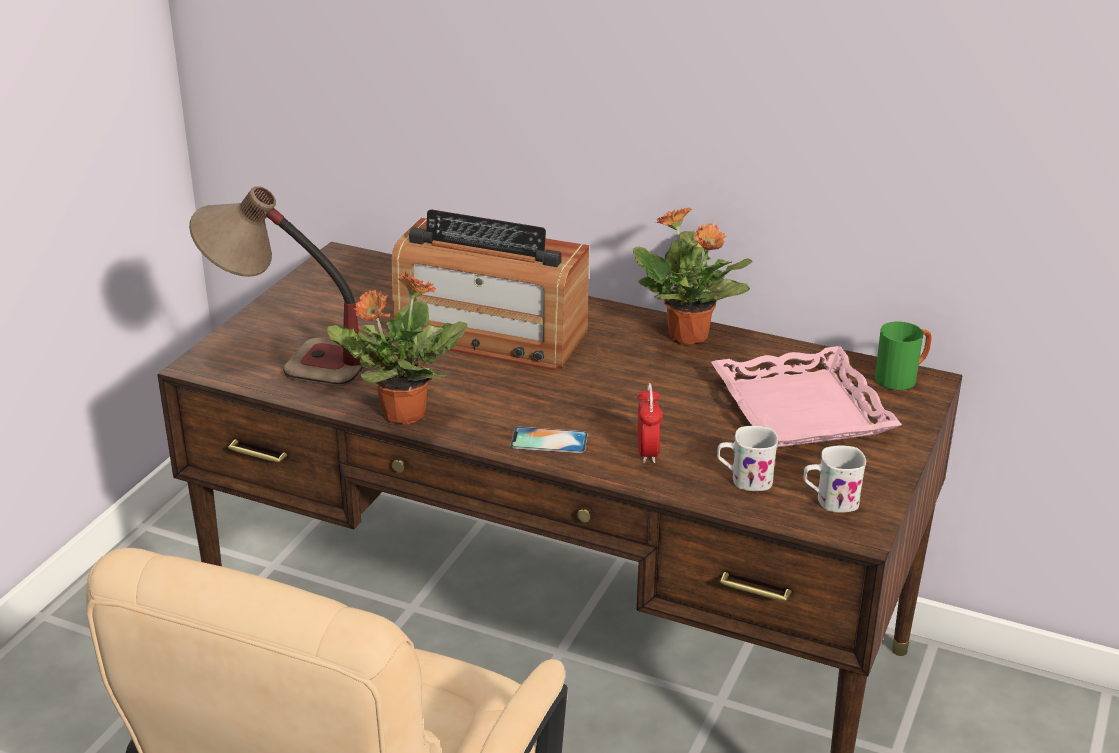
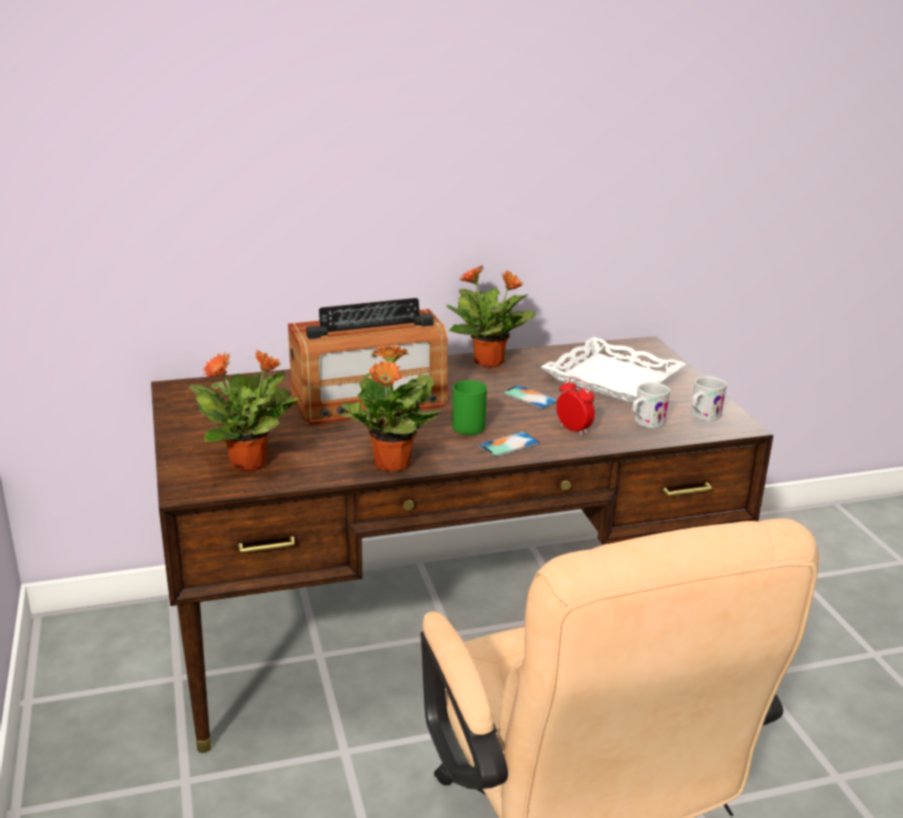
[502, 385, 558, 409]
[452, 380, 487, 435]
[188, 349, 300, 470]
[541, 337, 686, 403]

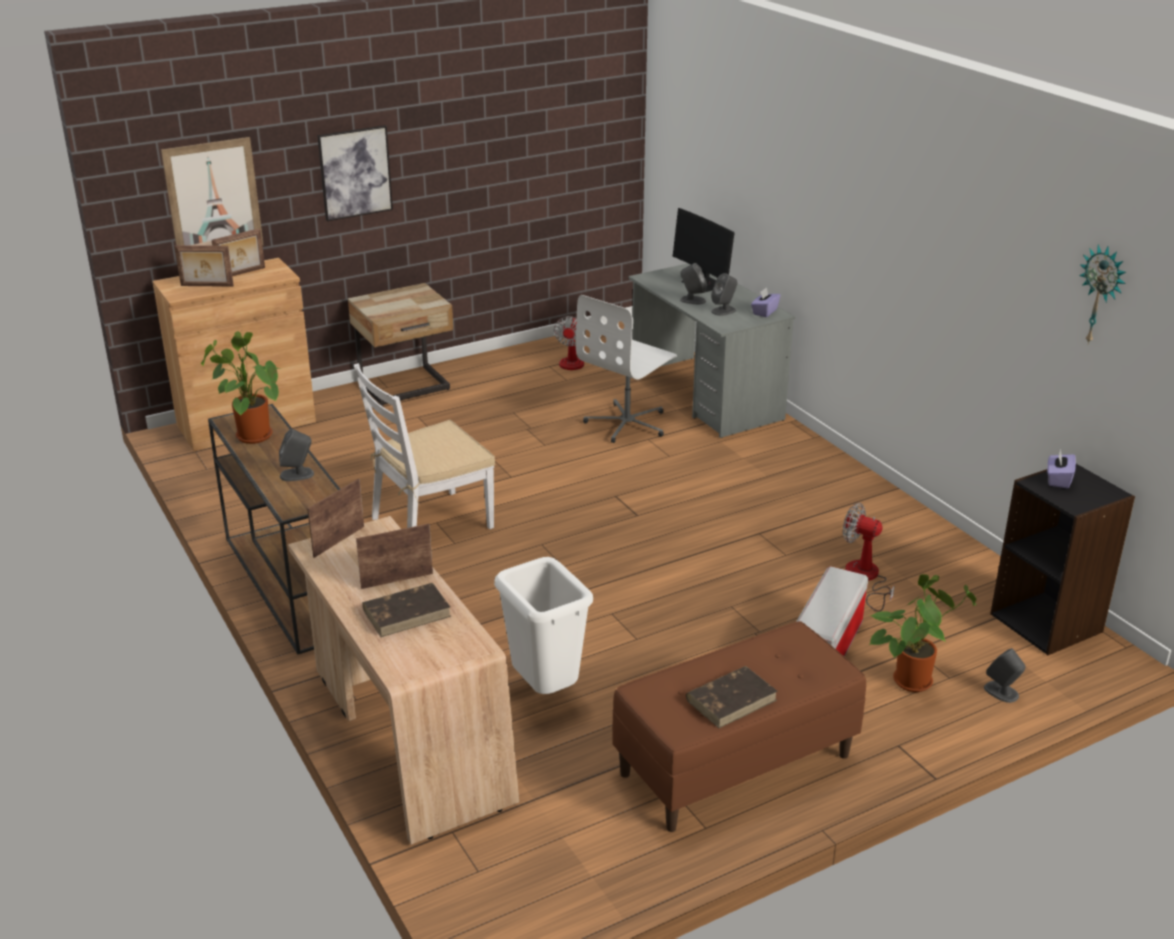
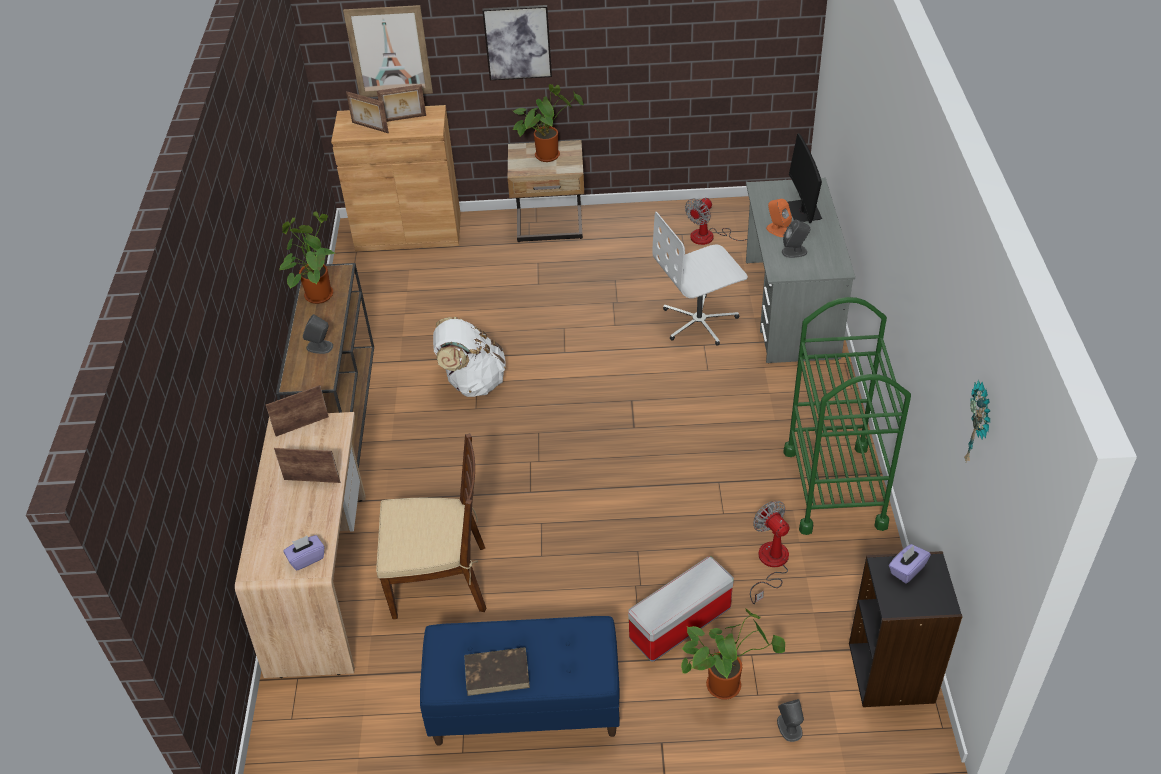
[362, 583, 451, 637] (first image)
[513, 84, 584, 162]
[783, 297, 911, 535]
[283, 535, 324, 570]
[433, 317, 505, 397]
[376, 434, 486, 619]
[420, 616, 620, 746]
[766, 199, 792, 237]

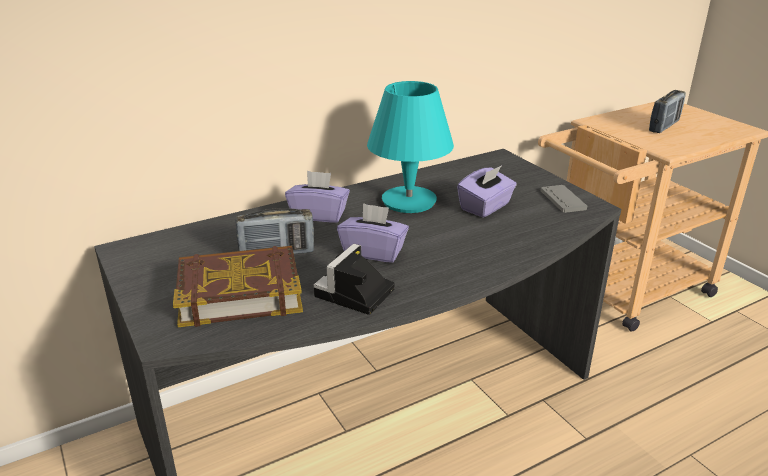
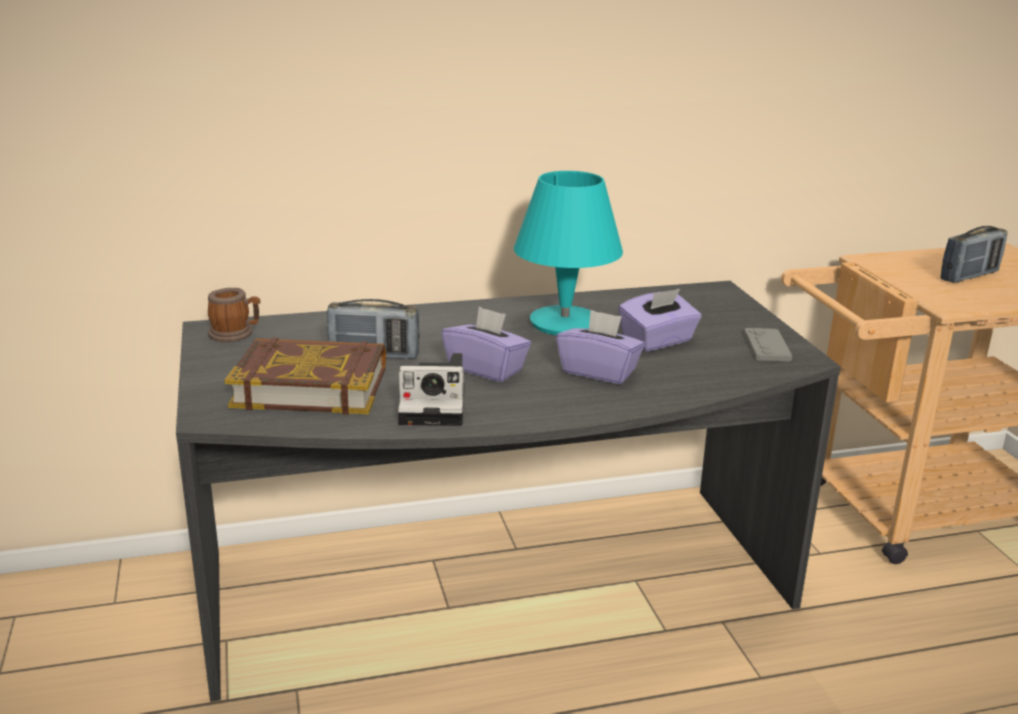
[208, 288, 260, 342]
[556, 310, 645, 384]
[398, 353, 464, 426]

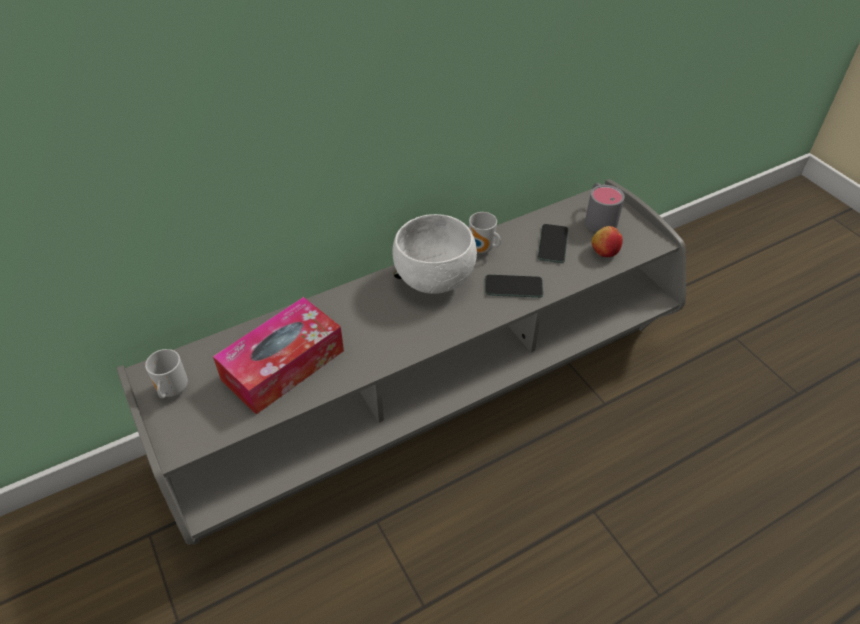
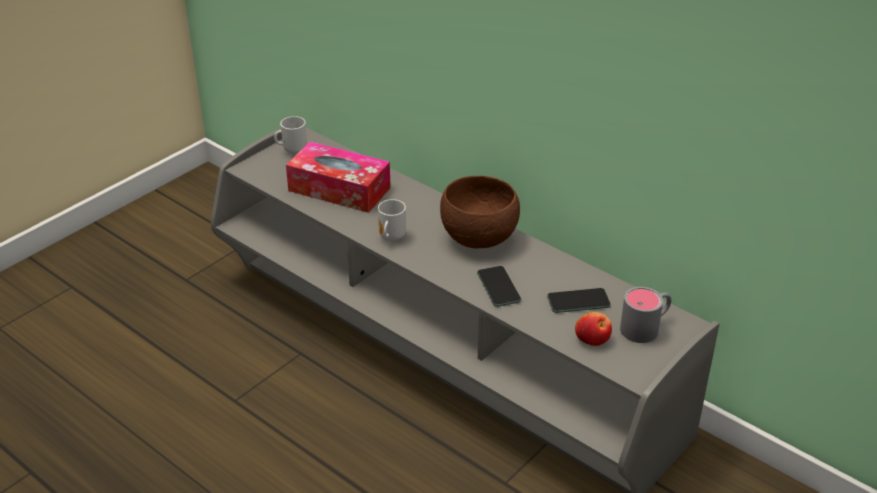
[378, 199, 406, 241]
[440, 176, 520, 249]

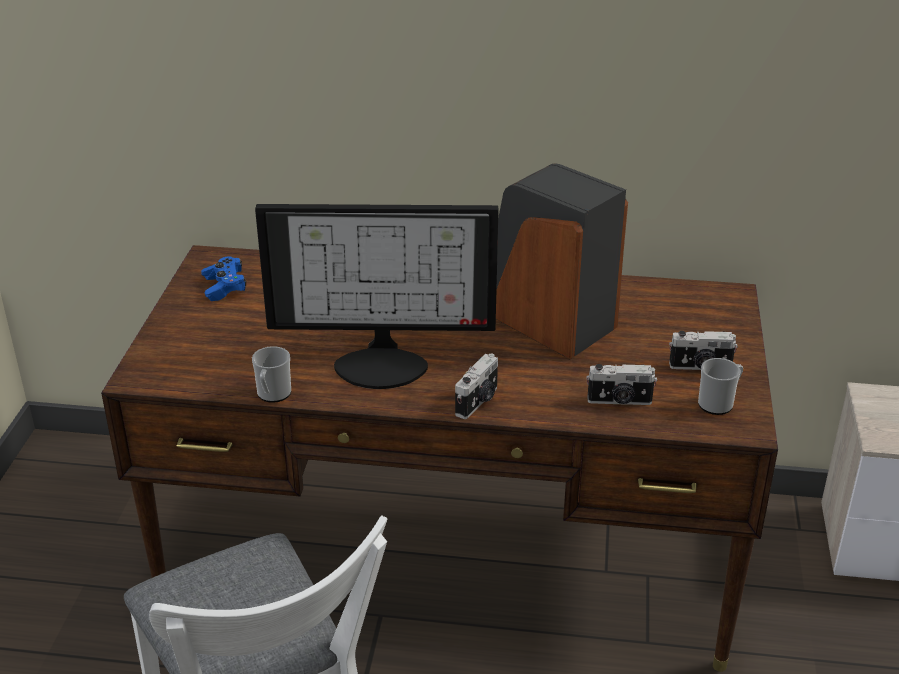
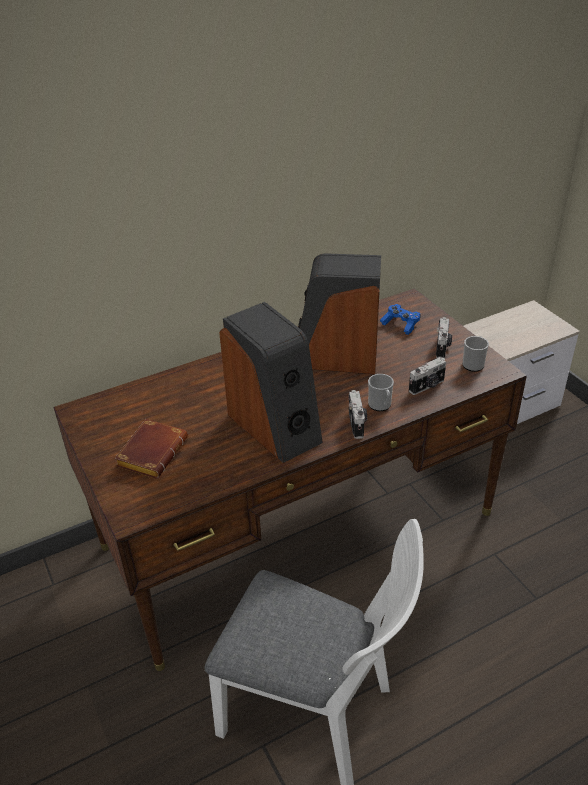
[114, 419, 188, 479]
[380, 304, 421, 335]
[368, 374, 394, 411]
[219, 302, 323, 463]
[436, 317, 452, 359]

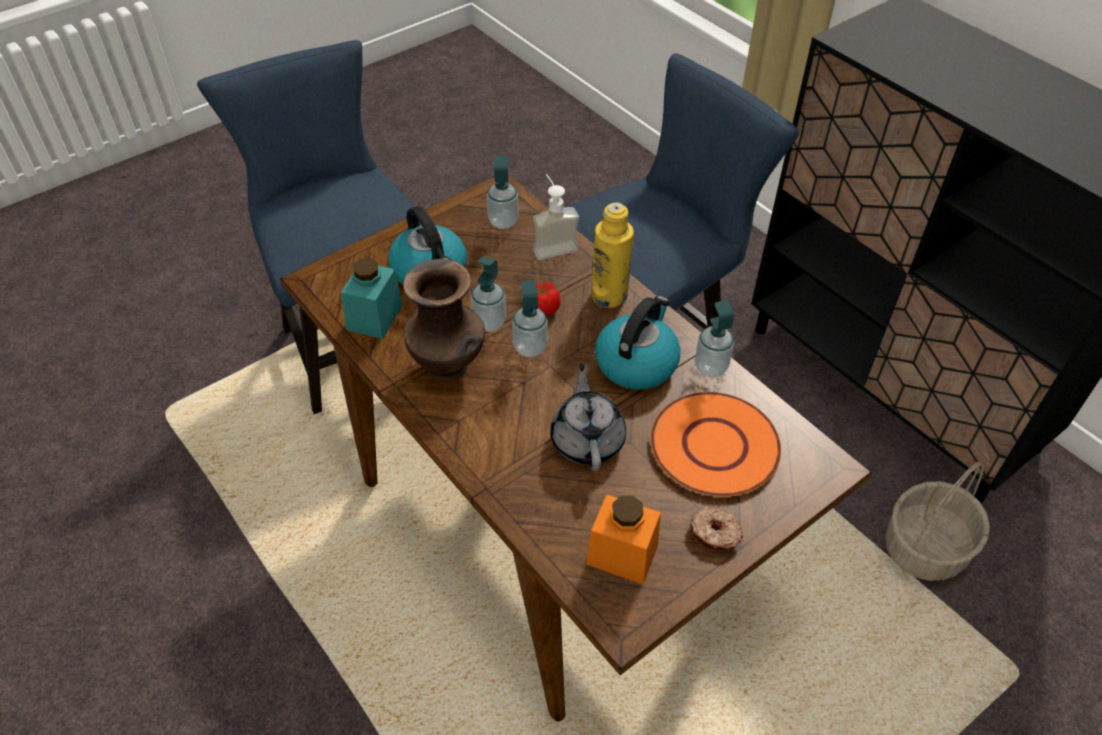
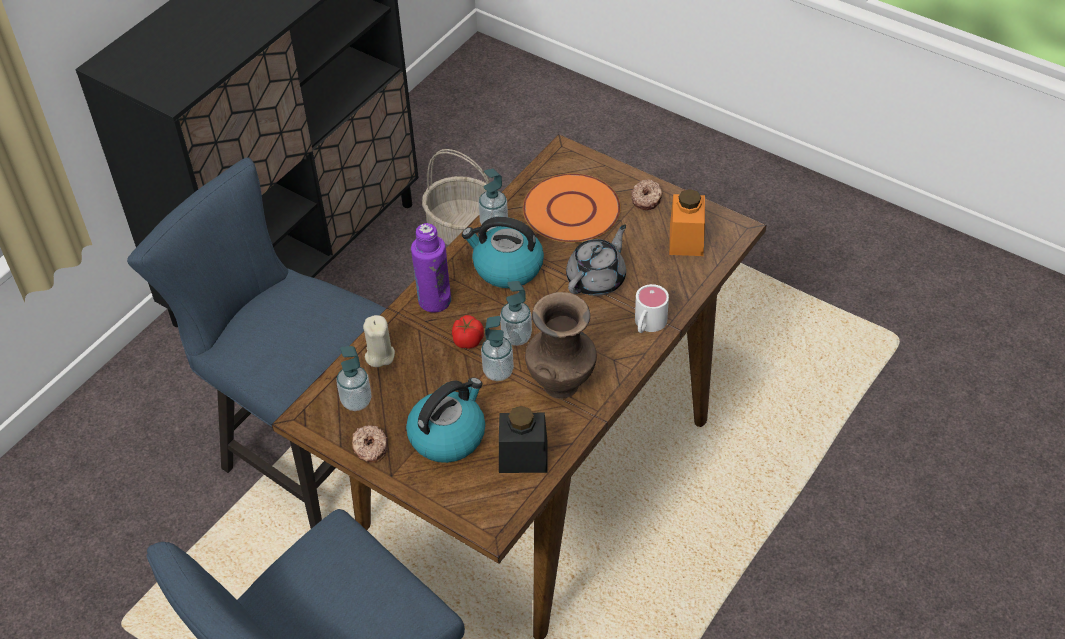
[352, 425, 387, 463]
[635, 284, 669, 333]
[363, 315, 395, 367]
[499, 406, 548, 473]
[411, 223, 451, 312]
[566, 224, 626, 296]

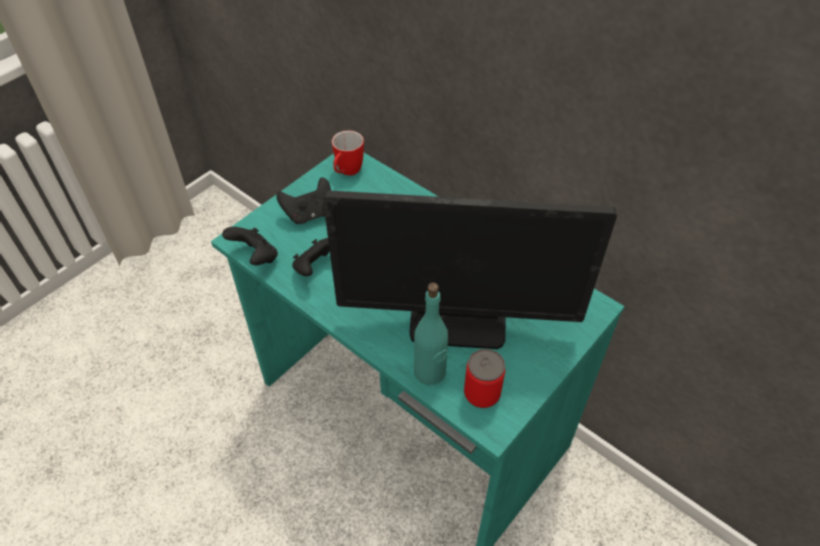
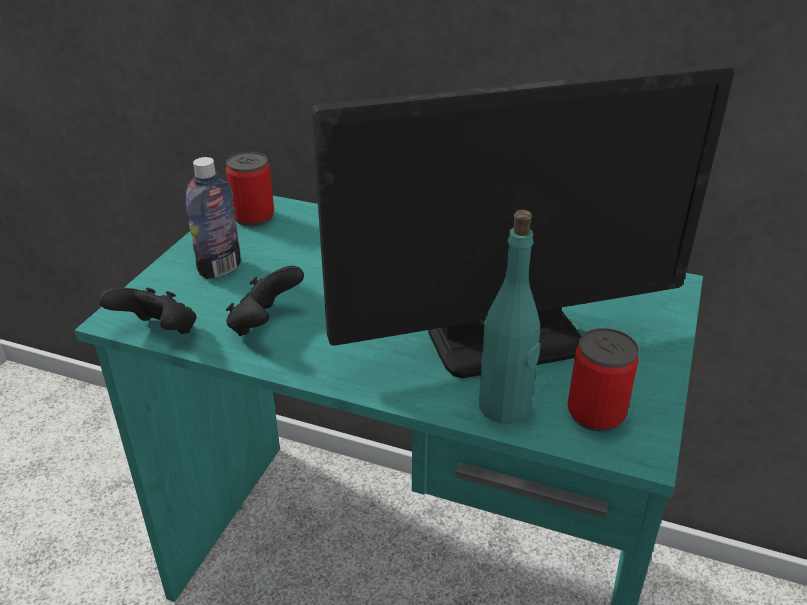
[186, 157, 241, 279]
[226, 152, 274, 226]

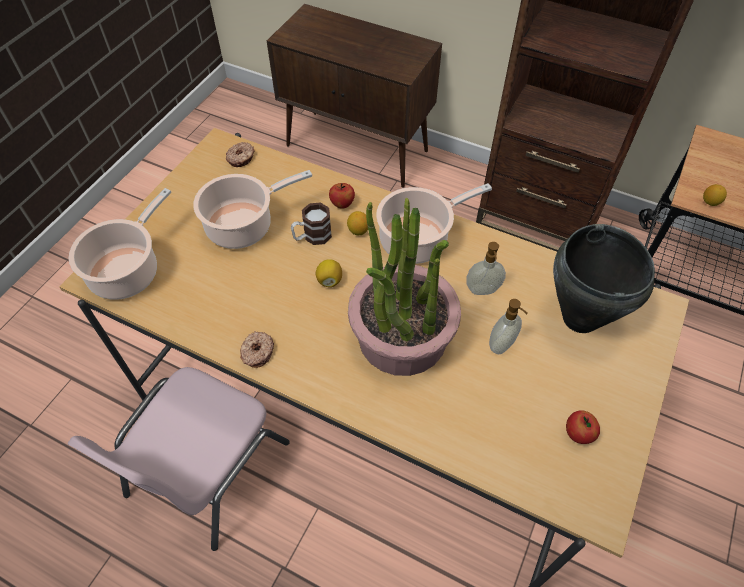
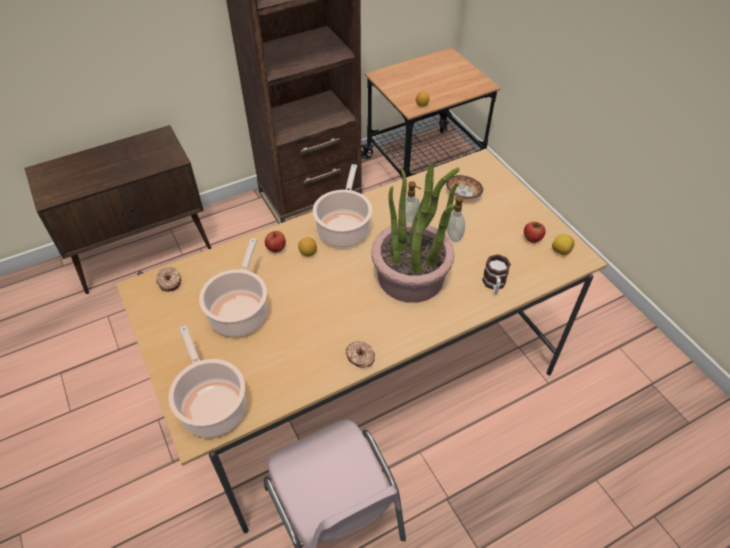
[482, 254, 511, 294]
[552, 234, 575, 255]
[446, 175, 483, 199]

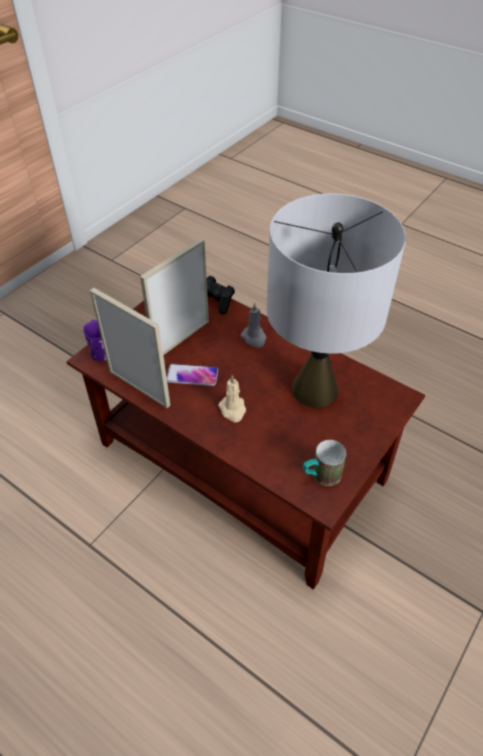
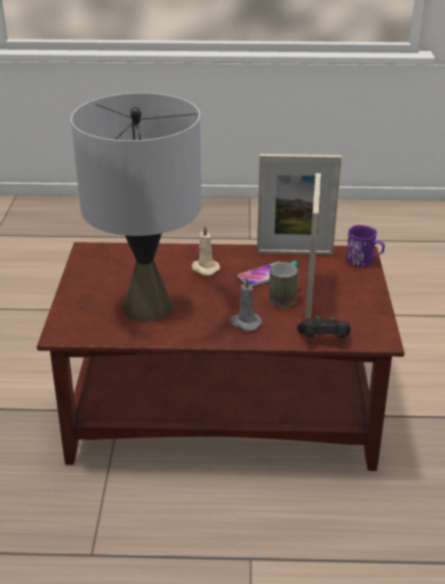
[269, 261, 298, 307]

